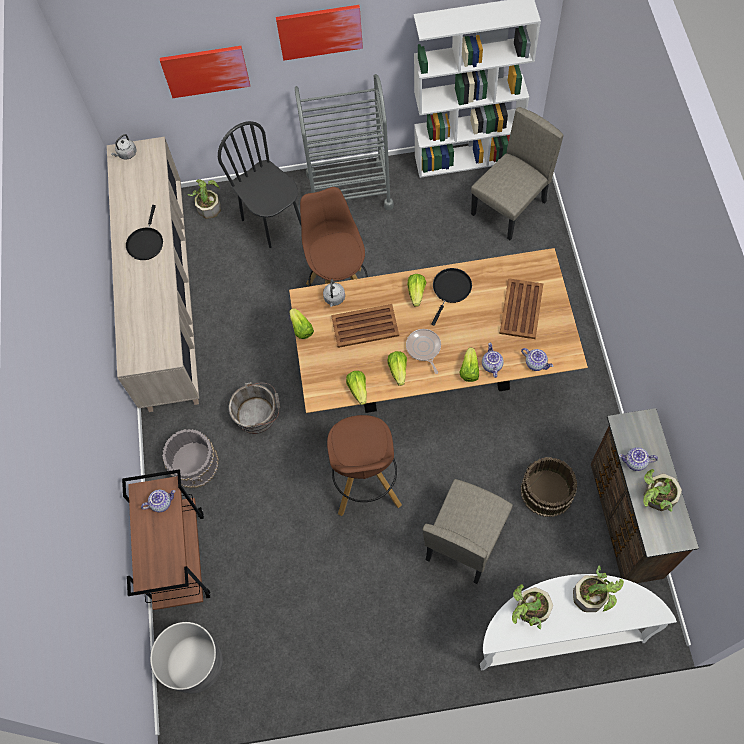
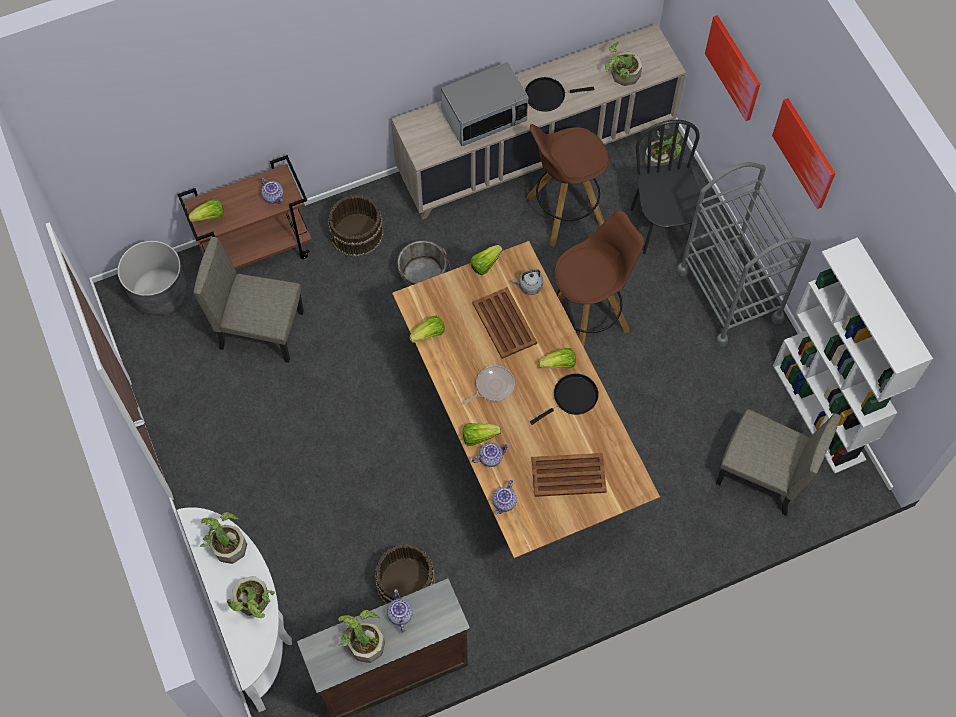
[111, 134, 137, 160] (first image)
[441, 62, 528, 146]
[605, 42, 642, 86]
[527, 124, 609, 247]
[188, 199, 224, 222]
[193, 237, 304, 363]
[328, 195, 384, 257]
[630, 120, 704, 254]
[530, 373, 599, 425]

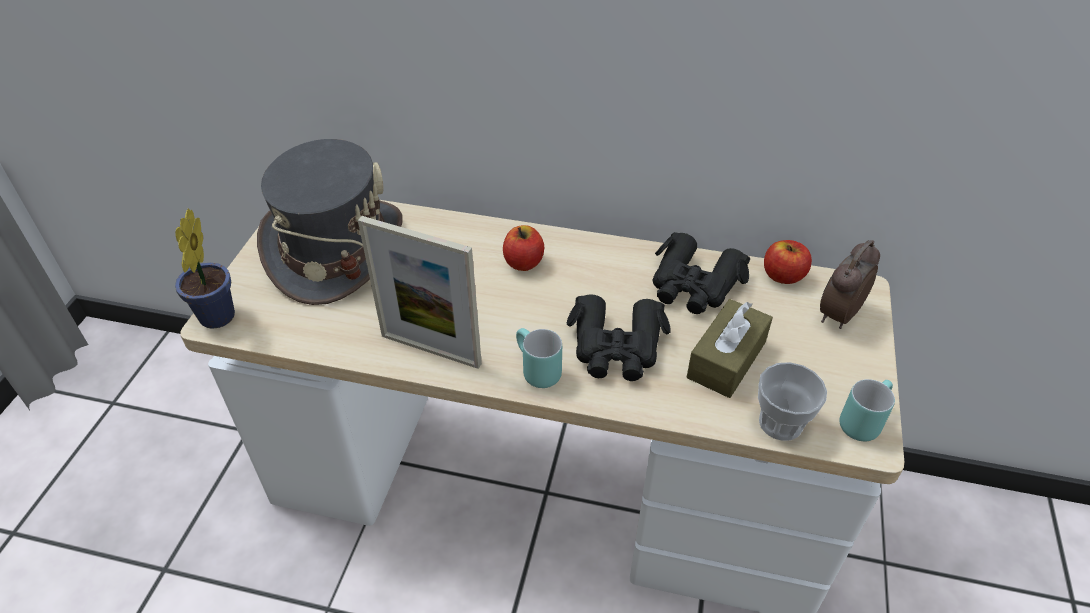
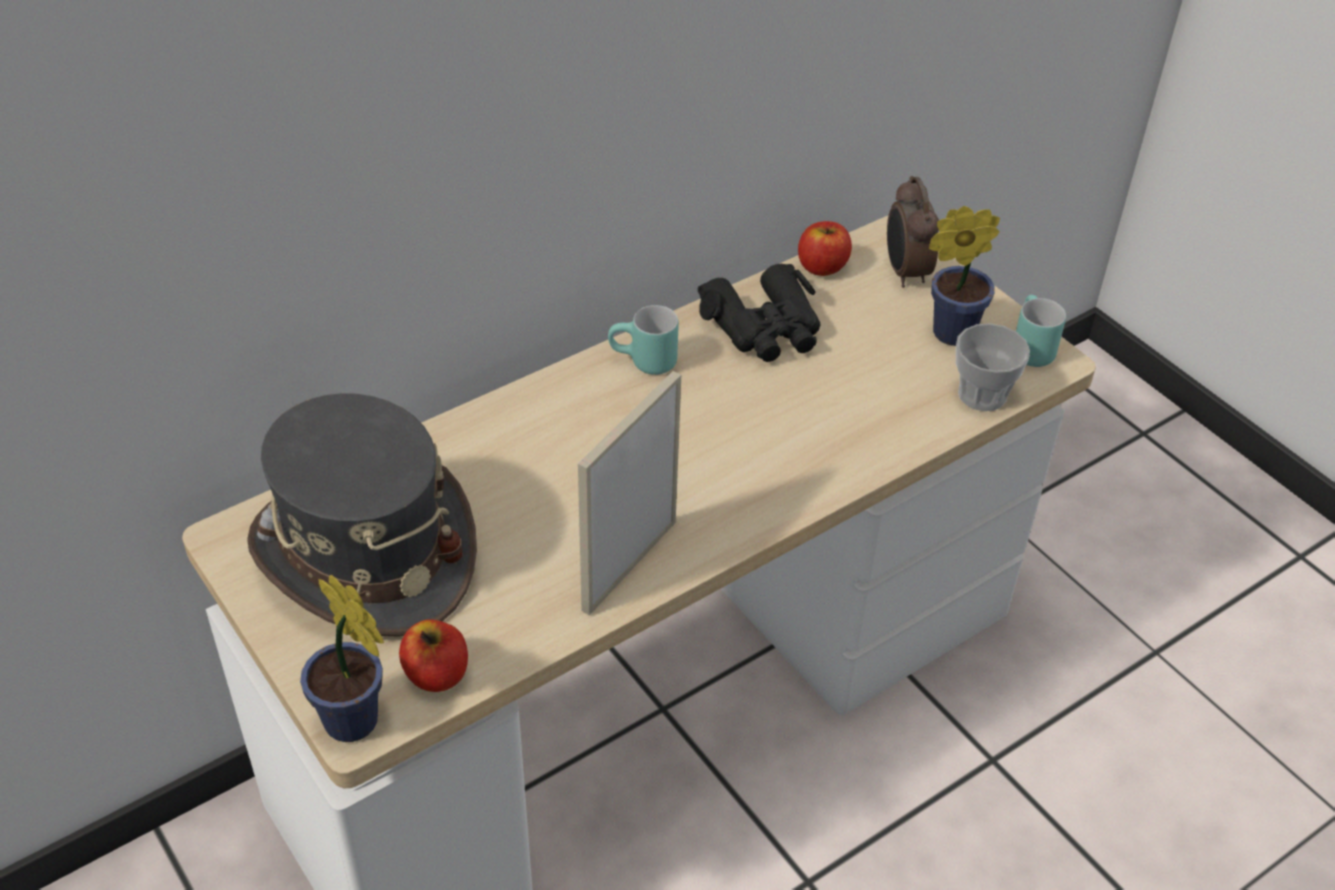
[567, 295, 671, 381] (first image)
[687, 299, 773, 398] (first image)
[929, 206, 1000, 346]
[399, 619, 468, 692]
[608, 305, 679, 375]
[578, 371, 681, 616]

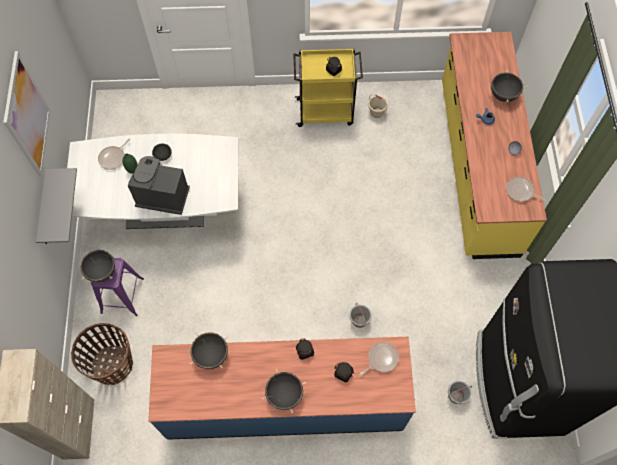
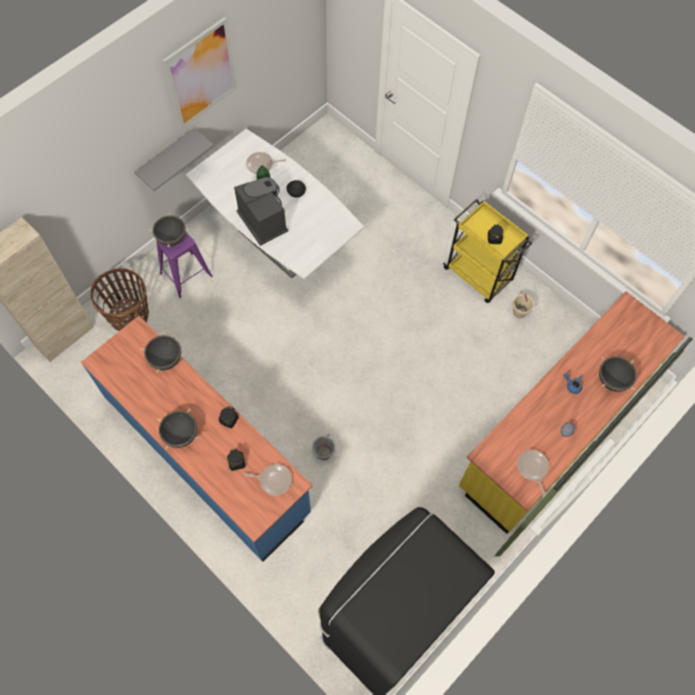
[448, 381, 472, 404] (first image)

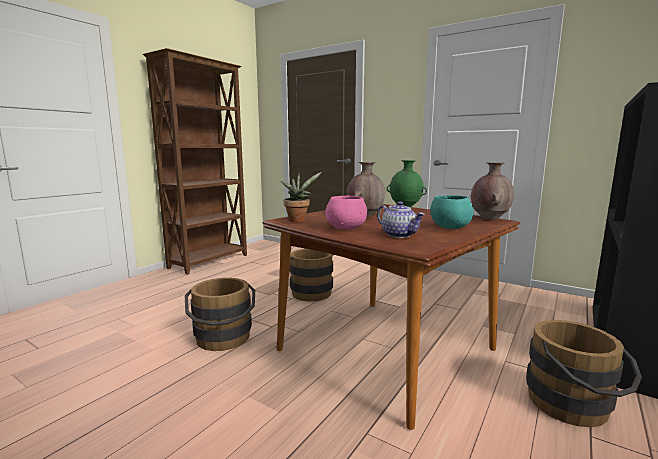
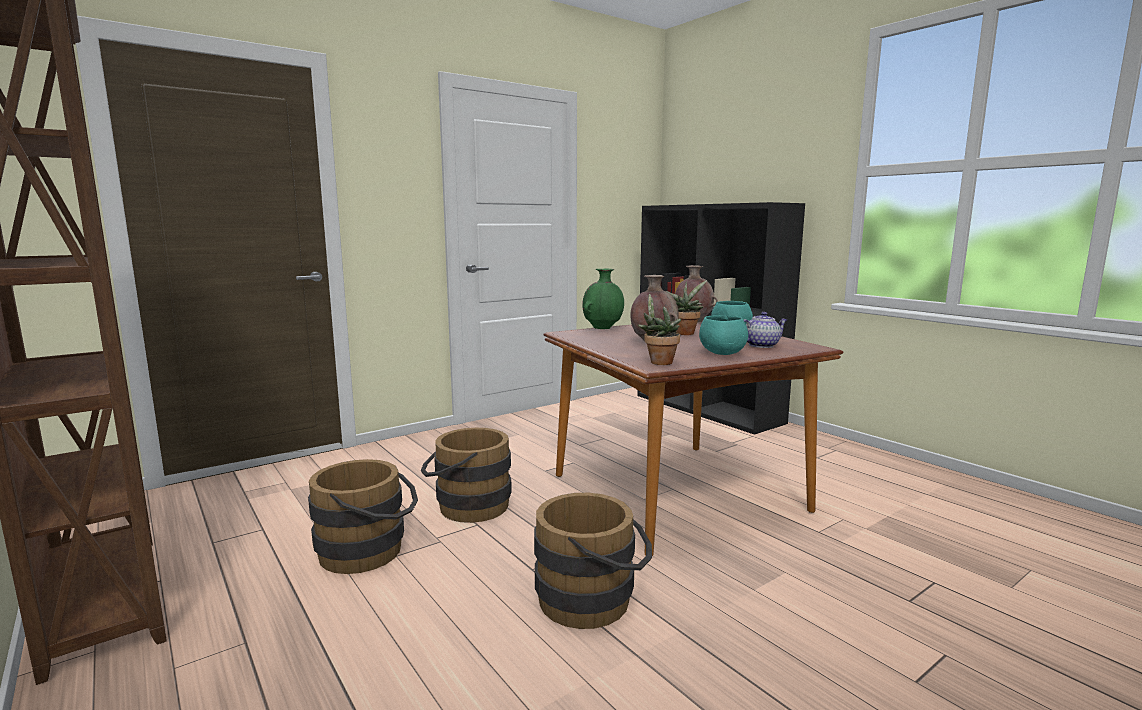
[666, 280, 707, 335]
[308, 459, 418, 574]
[699, 315, 748, 355]

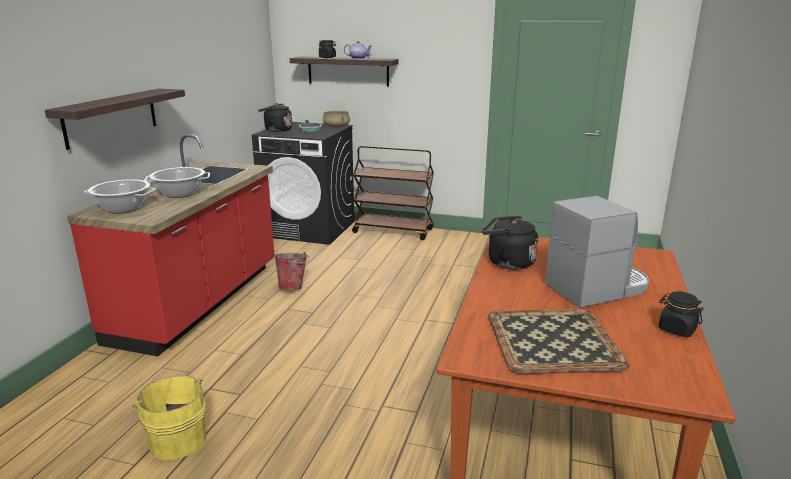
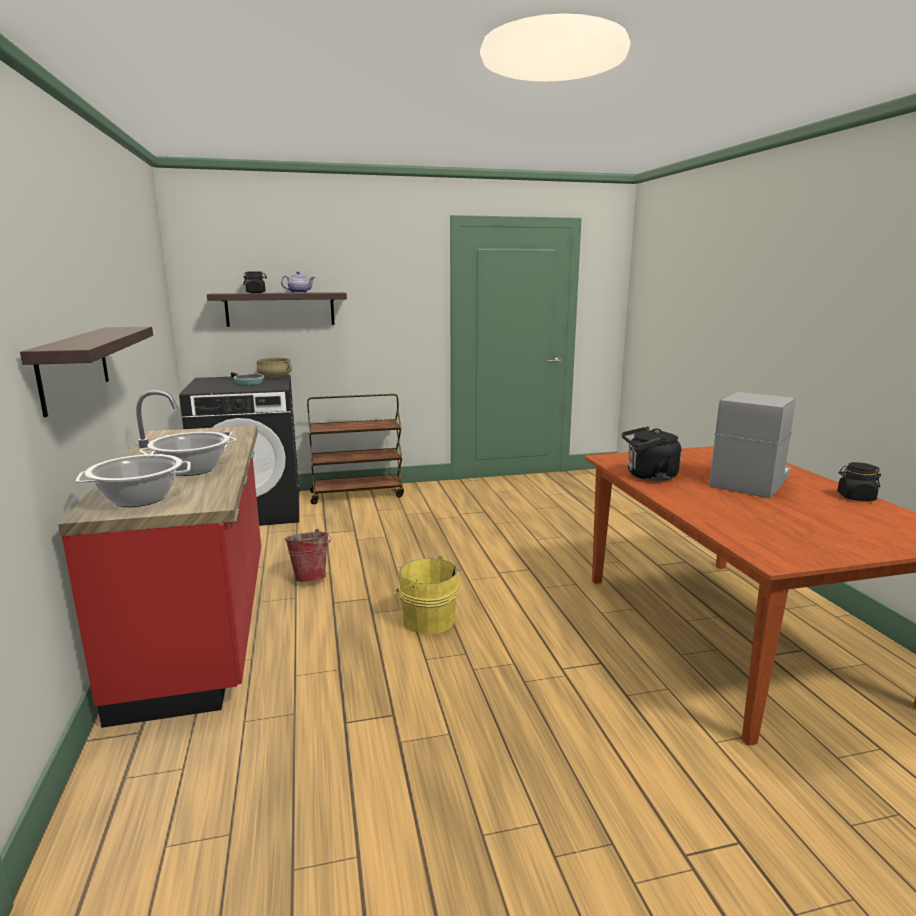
[258, 103, 292, 132] (first image)
[488, 309, 630, 374] (first image)
[394, 556, 459, 635]

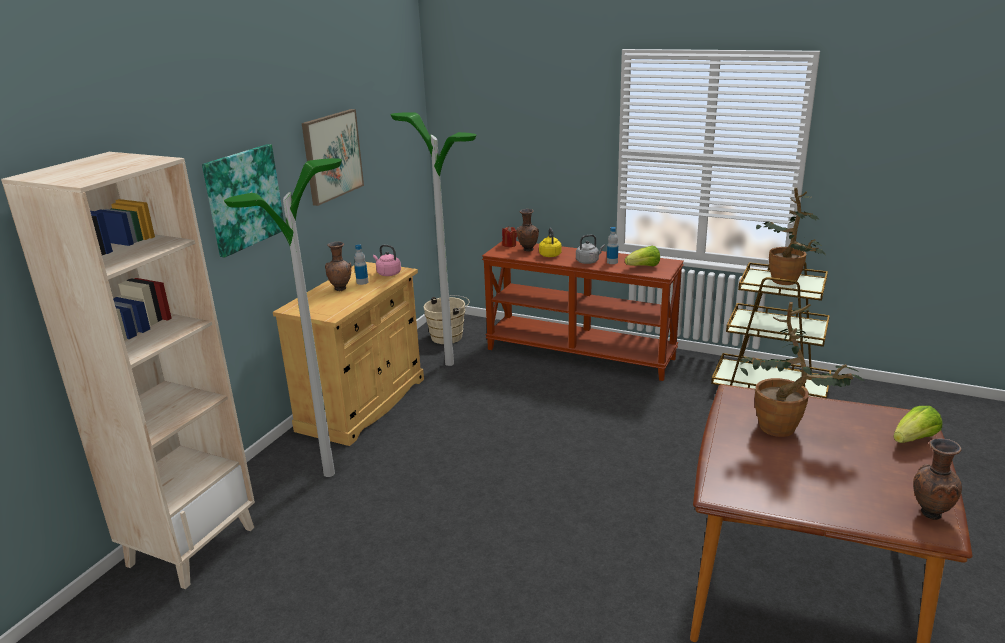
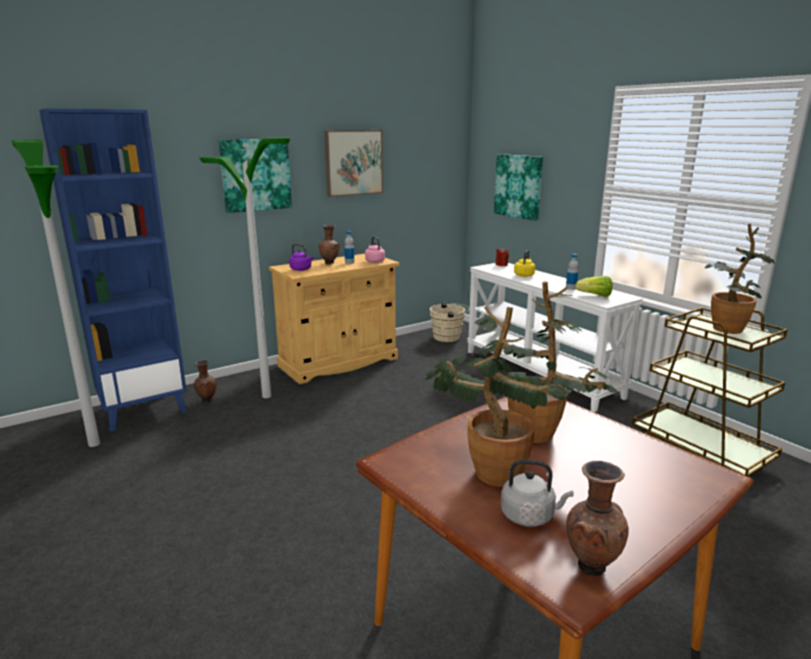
[893, 406, 942, 443] (first image)
[289, 244, 314, 271]
[425, 306, 572, 487]
[494, 154, 543, 221]
[11, 140, 100, 447]
[194, 360, 217, 403]
[501, 459, 574, 527]
[39, 108, 187, 432]
[467, 263, 643, 412]

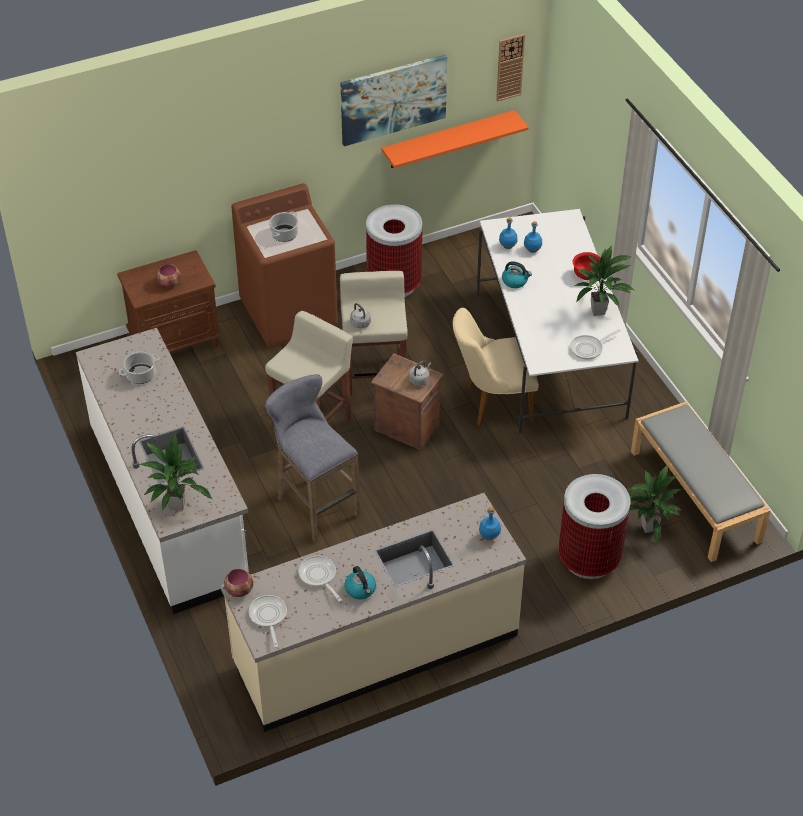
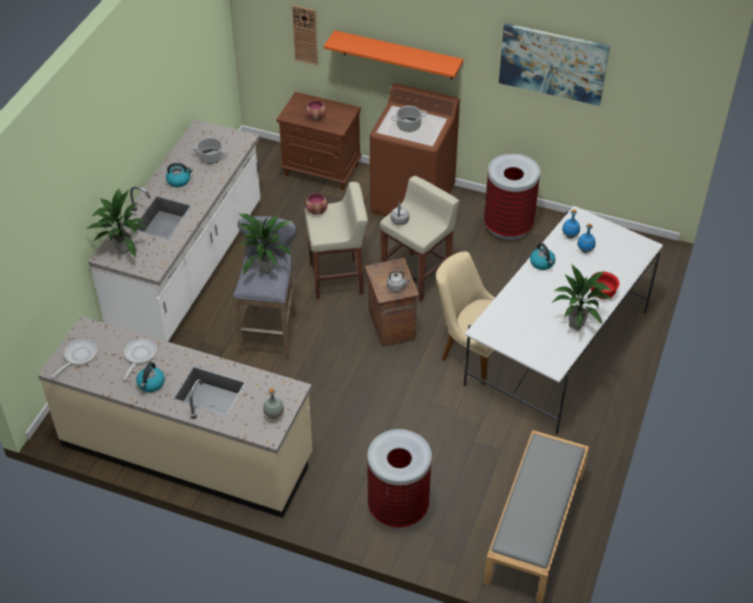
[570, 329, 621, 359] (first image)
[166, 163, 193, 187]
[305, 193, 327, 215]
[324, 30, 463, 79]
[292, 5, 318, 65]
[238, 213, 293, 276]
[263, 388, 284, 419]

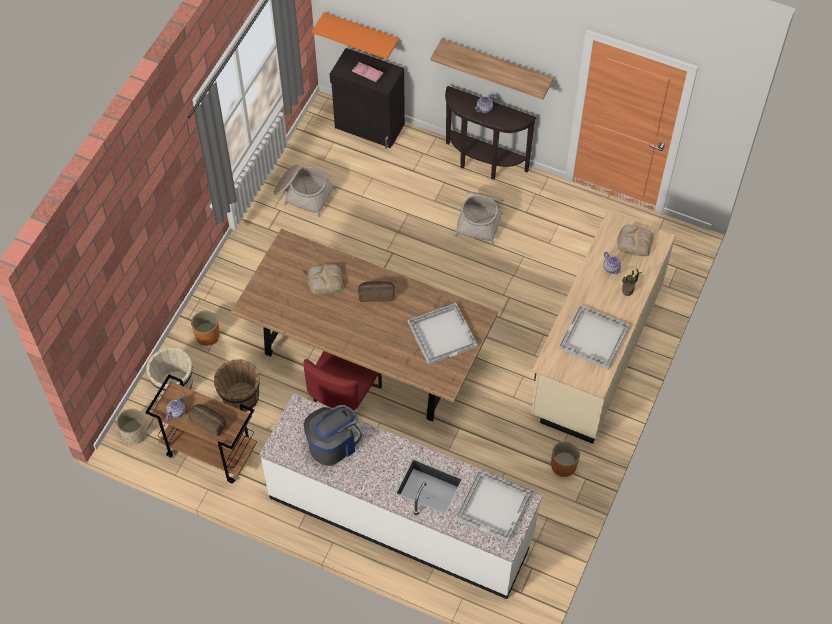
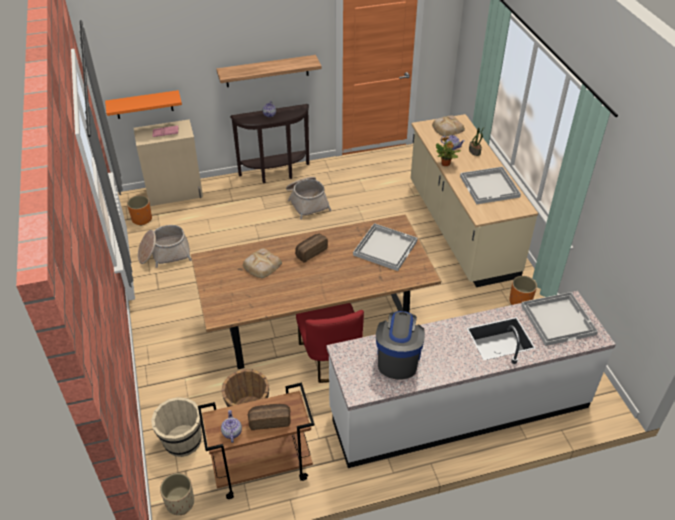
[436, 137, 461, 166]
[127, 195, 152, 226]
[134, 119, 203, 206]

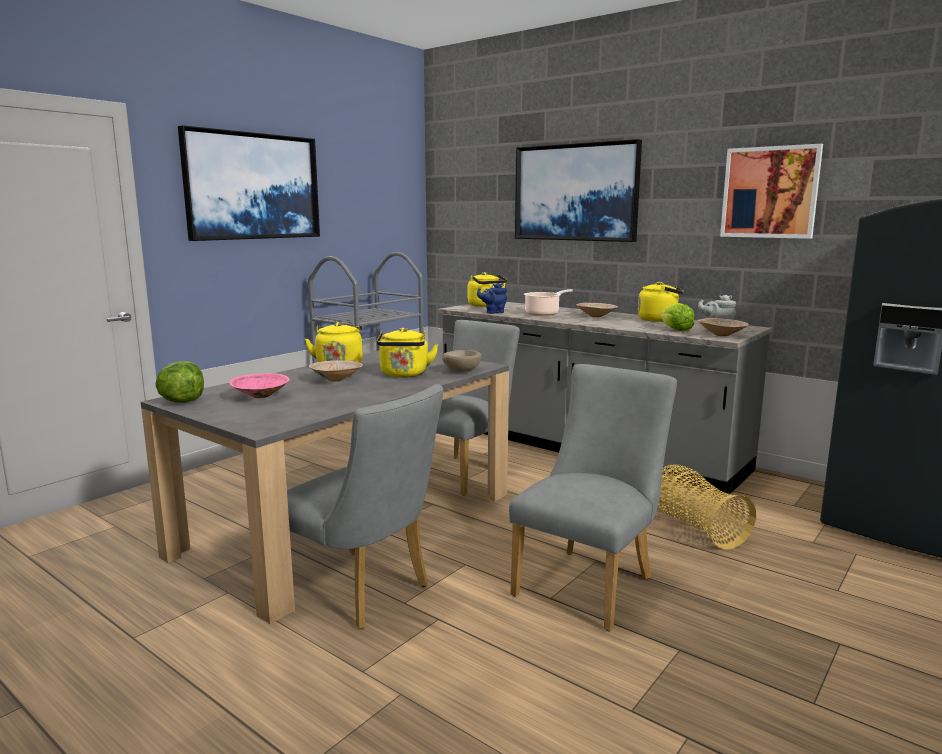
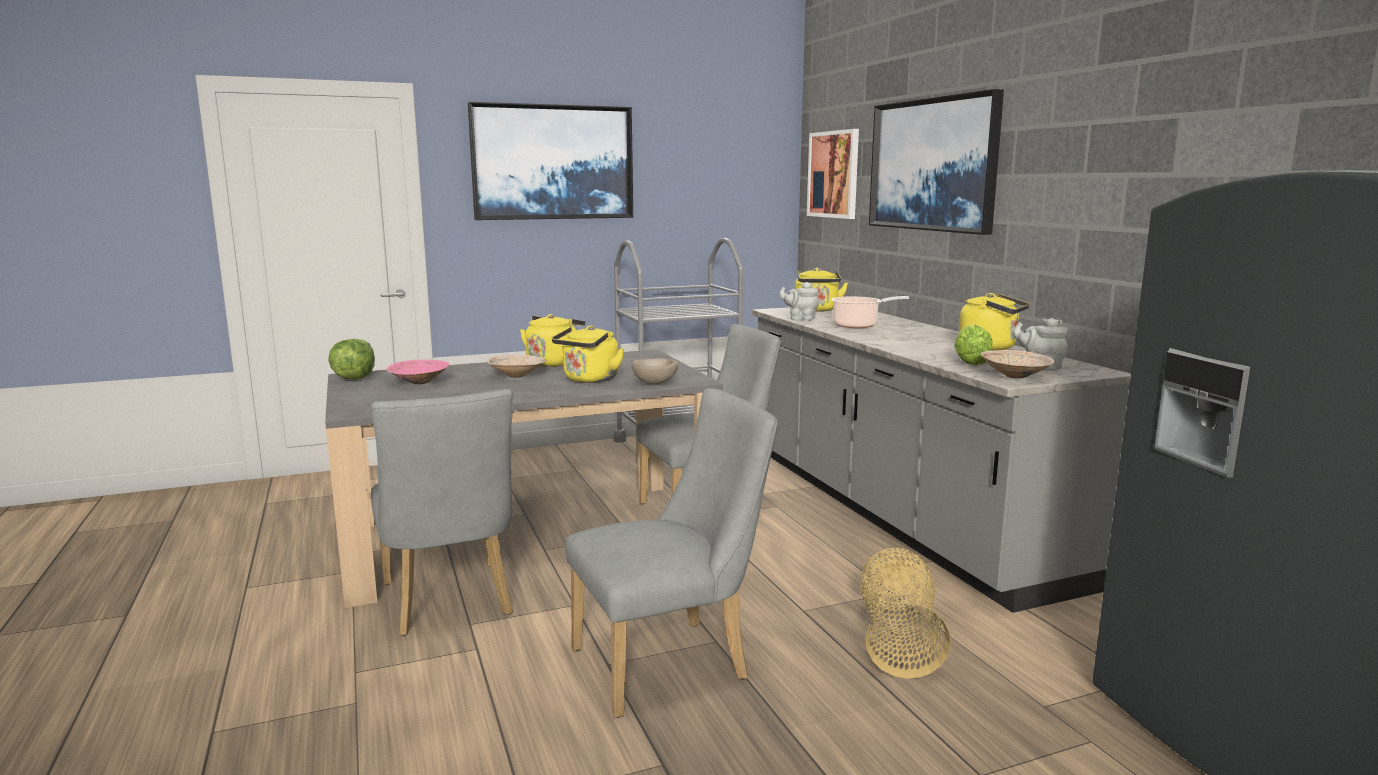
[576, 303, 618, 317] (first image)
[807, 129, 859, 219]
[779, 282, 819, 321]

